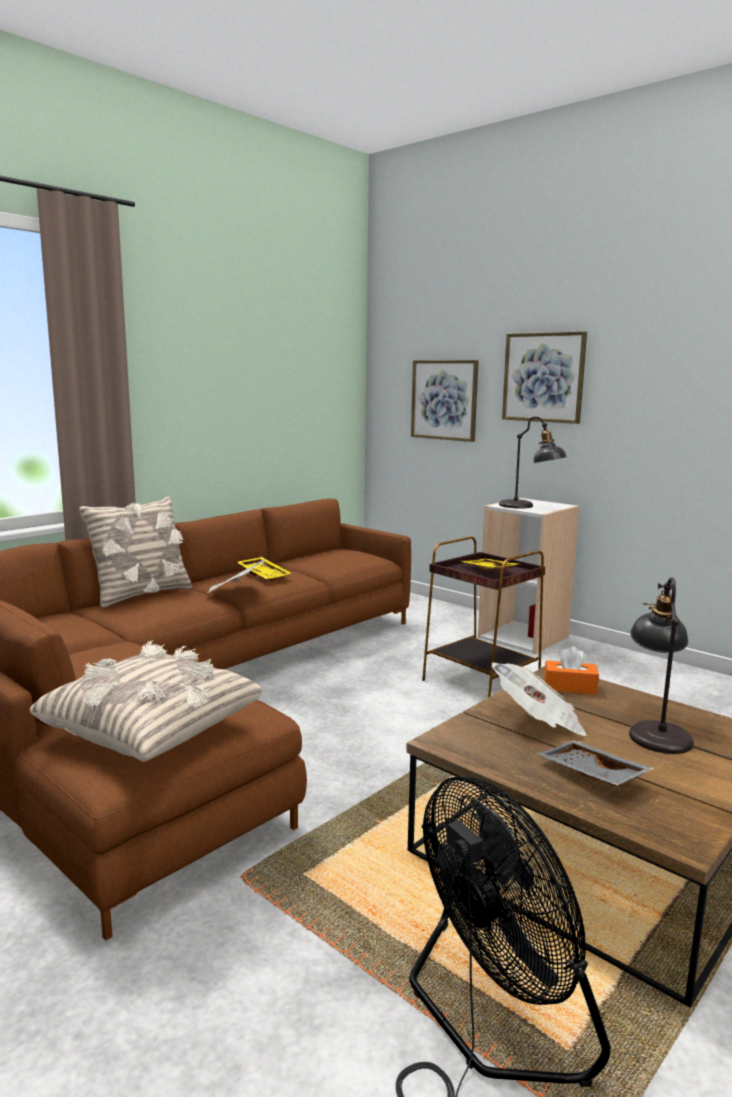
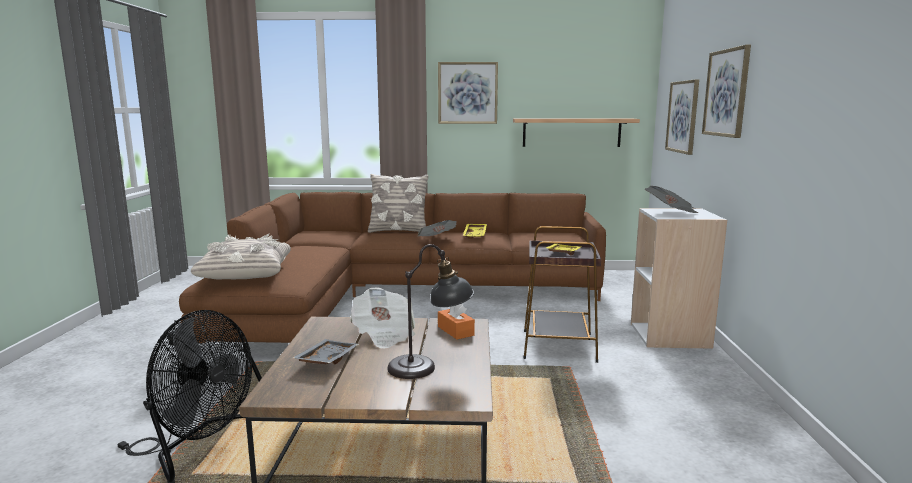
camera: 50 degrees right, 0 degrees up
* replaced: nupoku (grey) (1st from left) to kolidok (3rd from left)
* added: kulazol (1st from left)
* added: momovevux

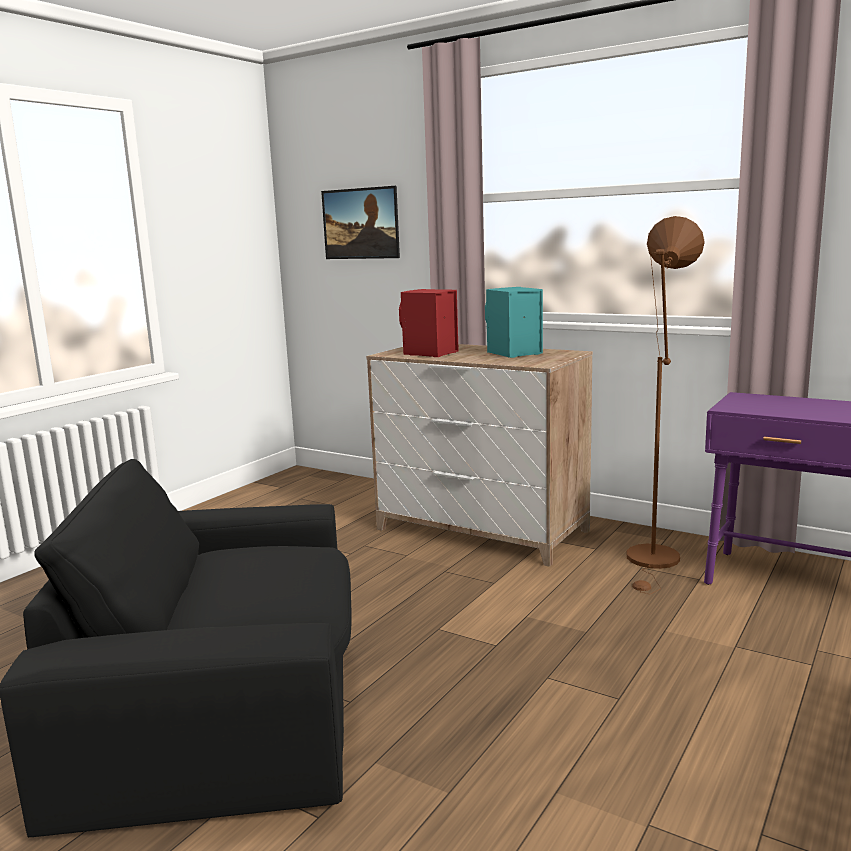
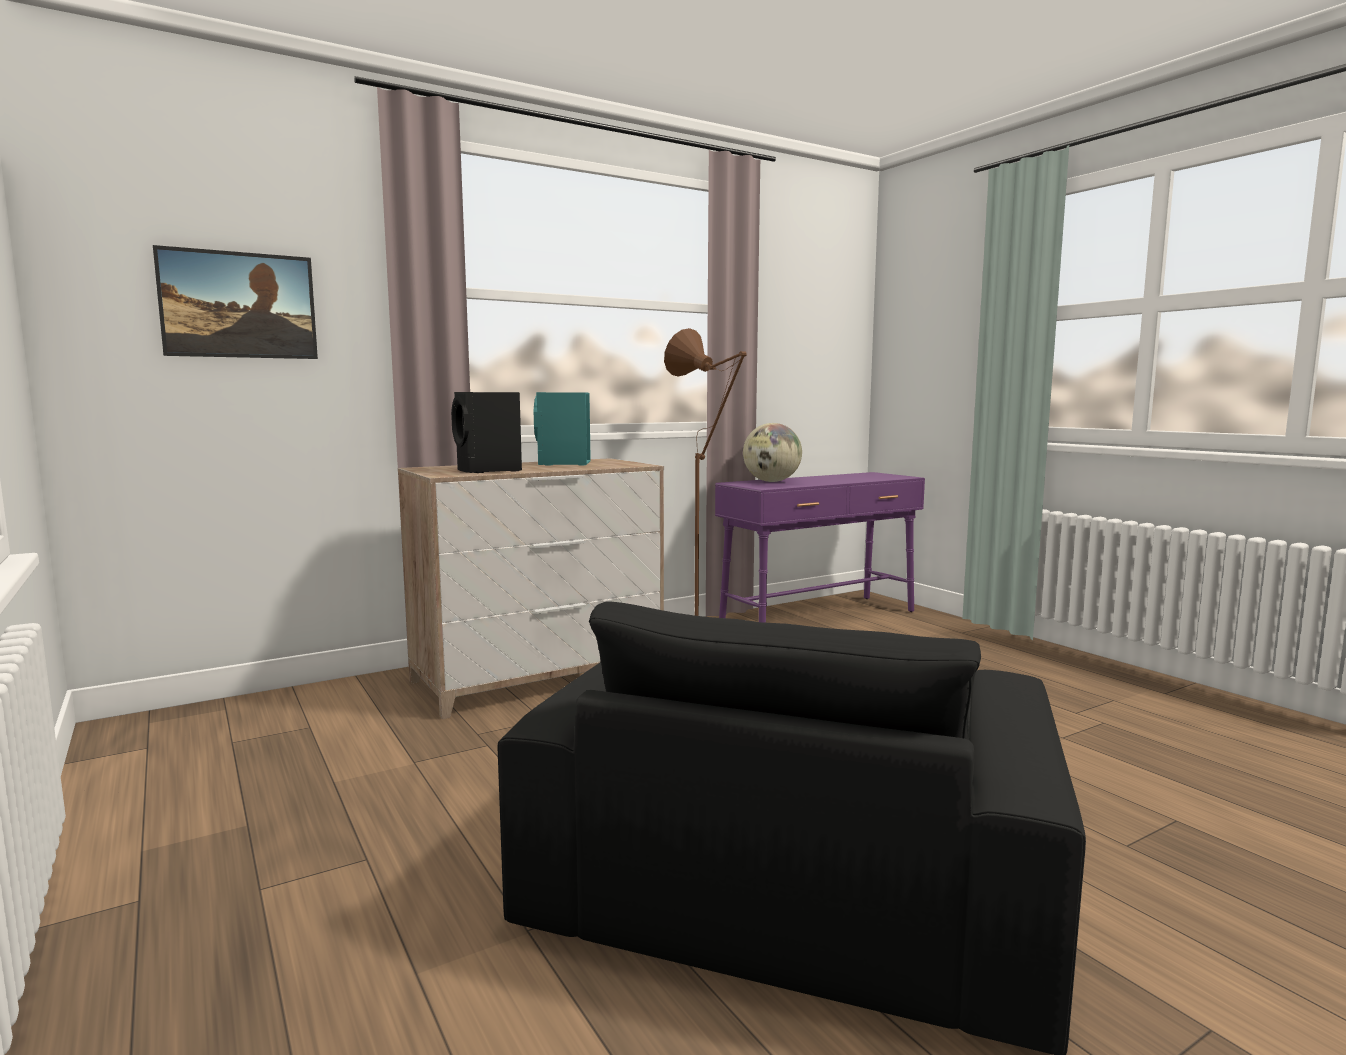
camera: 65 degrees left, 5 degrees down
* recoloured: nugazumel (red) to nugazumel (black)
* added: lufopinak

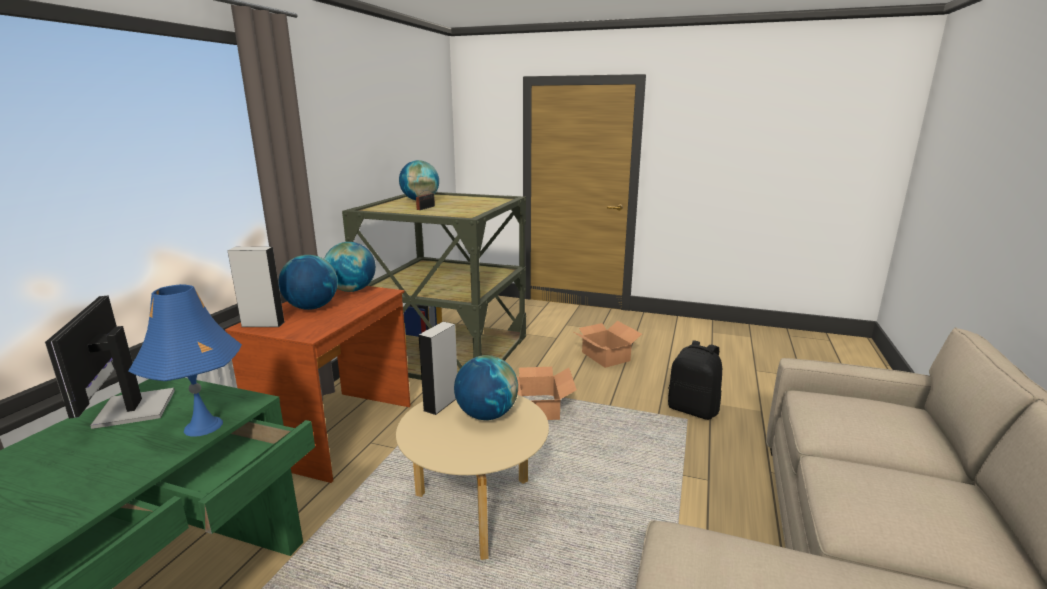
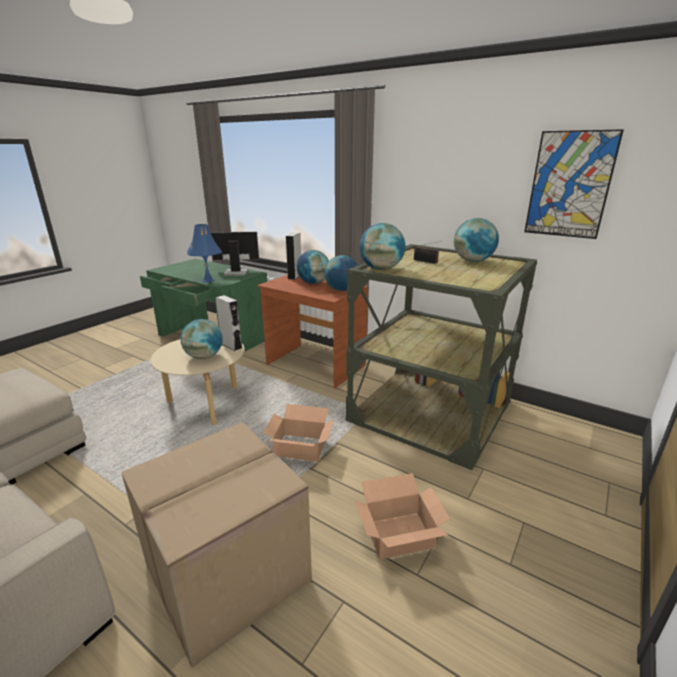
camera: 105 degrees right, 5 degrees up
* replaced: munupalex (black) to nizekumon (1st from left)
* added: lufopinak (4th from left)
* added: kulazol

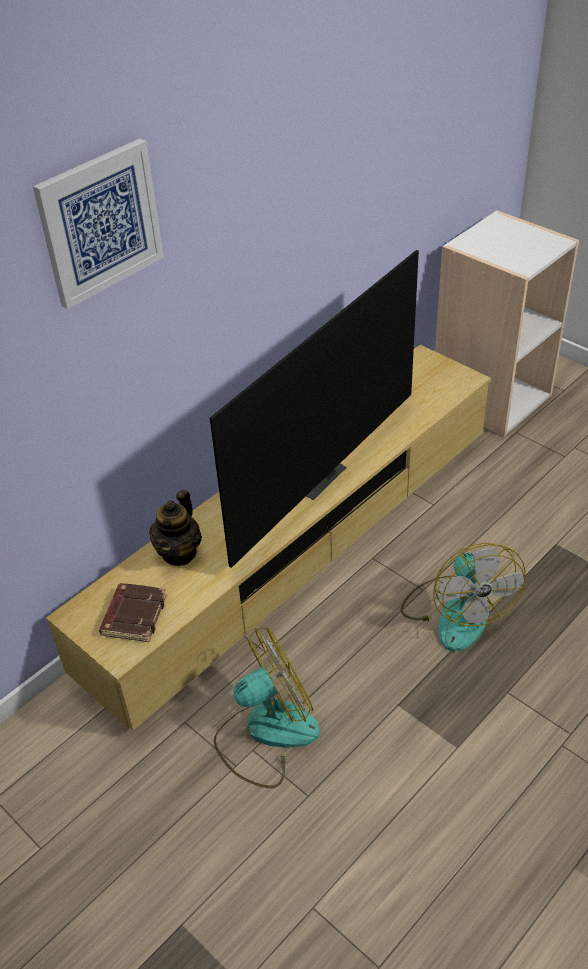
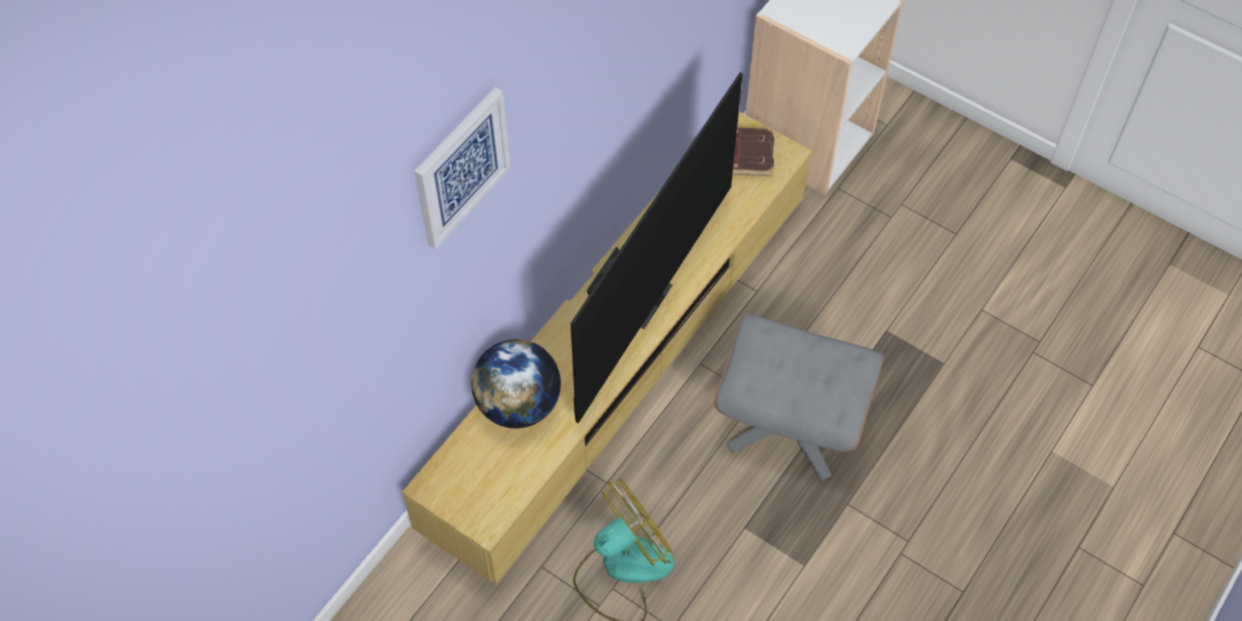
camera: 10 degrees left, 15 degrees up
* moved: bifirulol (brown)
* replaced: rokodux to lufopinak
* replaced: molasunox (2nd from left) to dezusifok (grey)

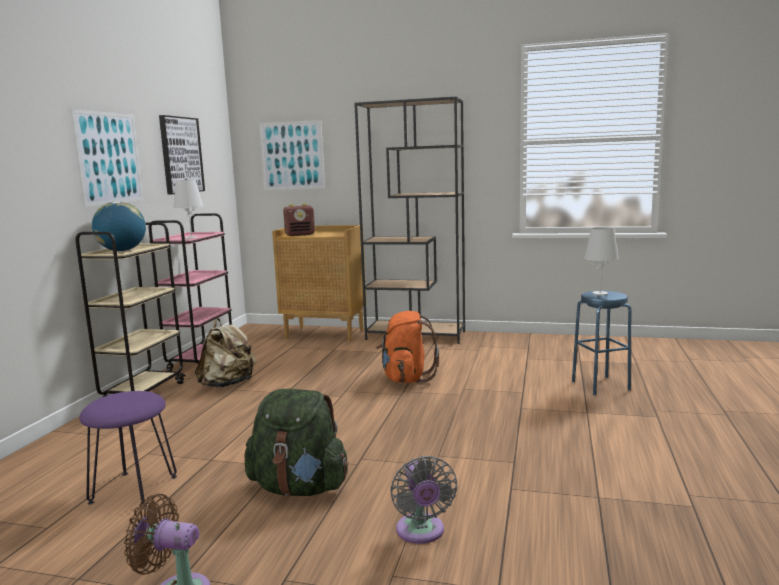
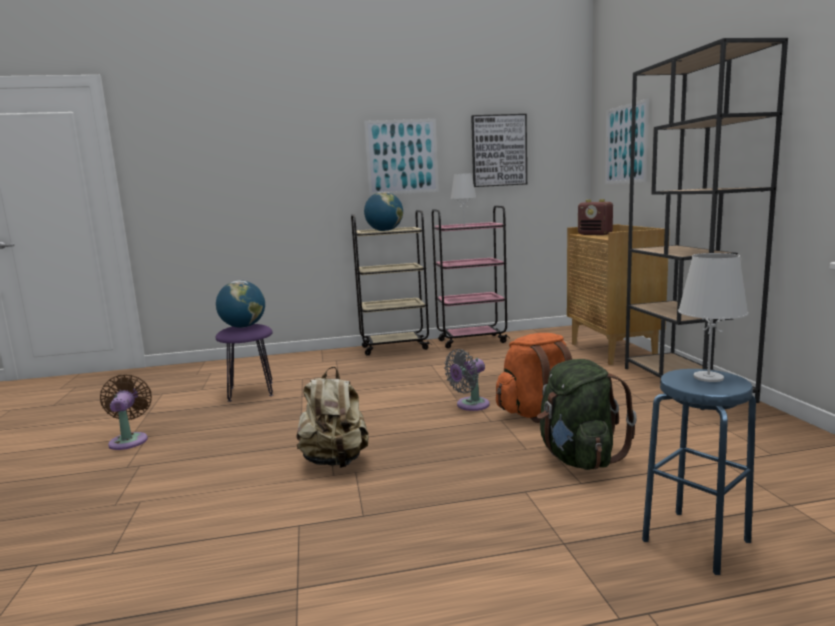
camera: 65 degrees right, 0 degrees up
* moved: munupalex (beige)
* moved: munupalex (green)
* moved: molasunox (grey)
* added: lufopinak (1st from left)

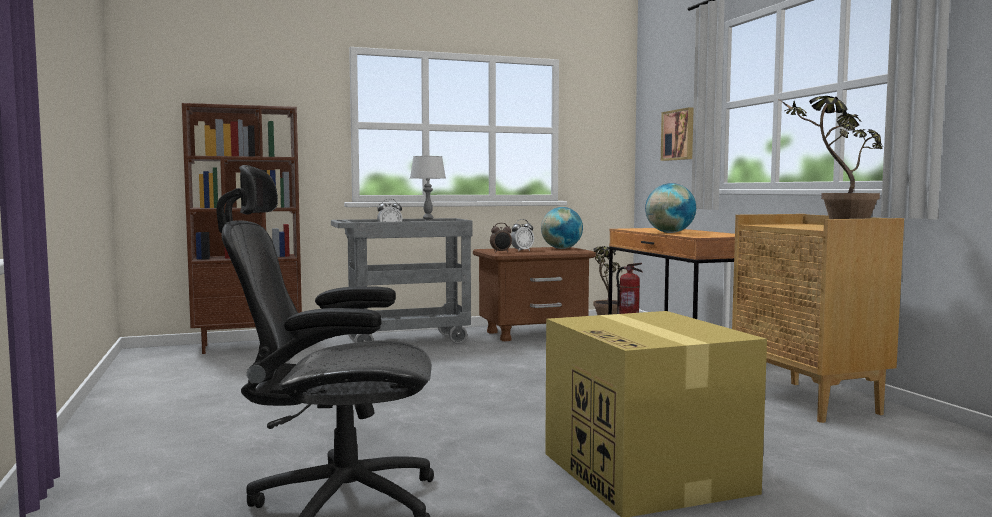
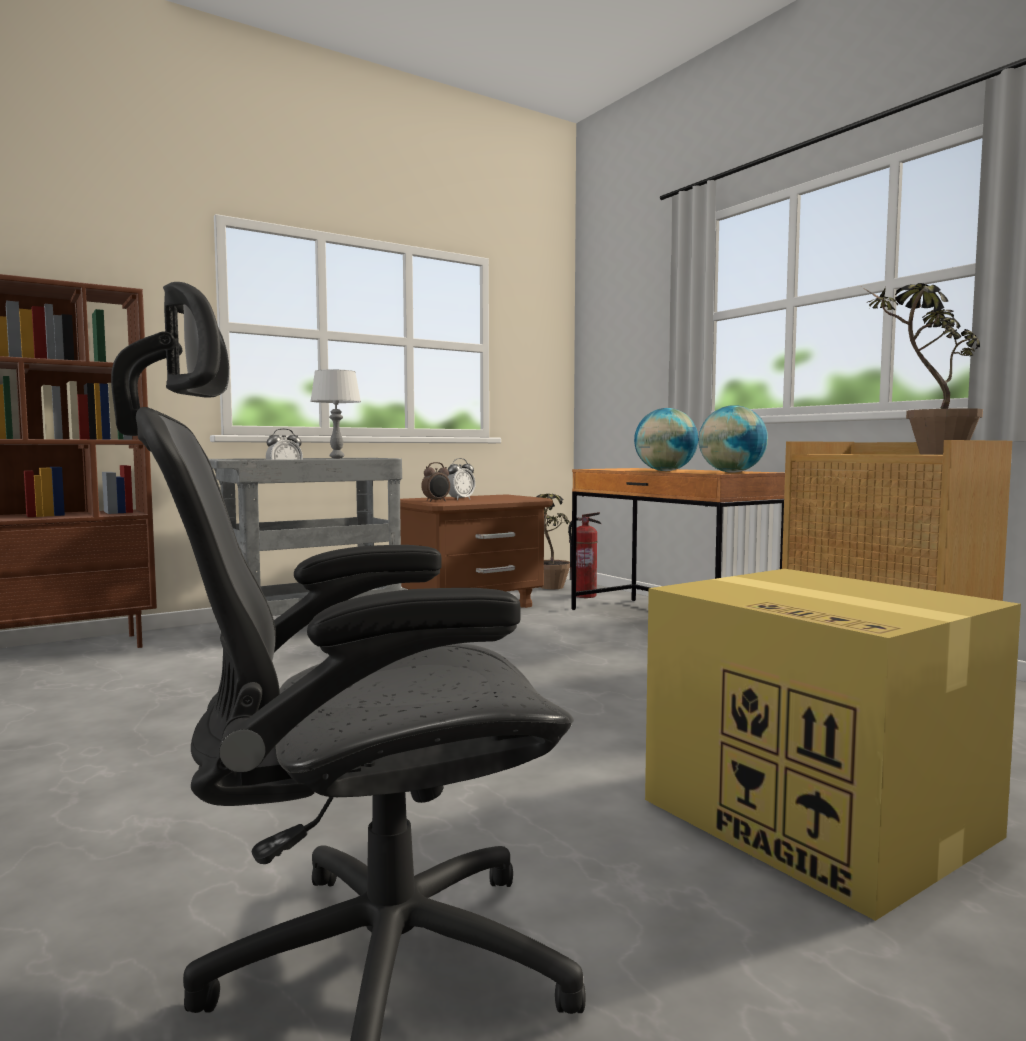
camera: 15 degrees left, 0 degrees up
* moved: lufopinak (1st from left in the first image) to lufopinak (2nd from left)
* removed: kulazol

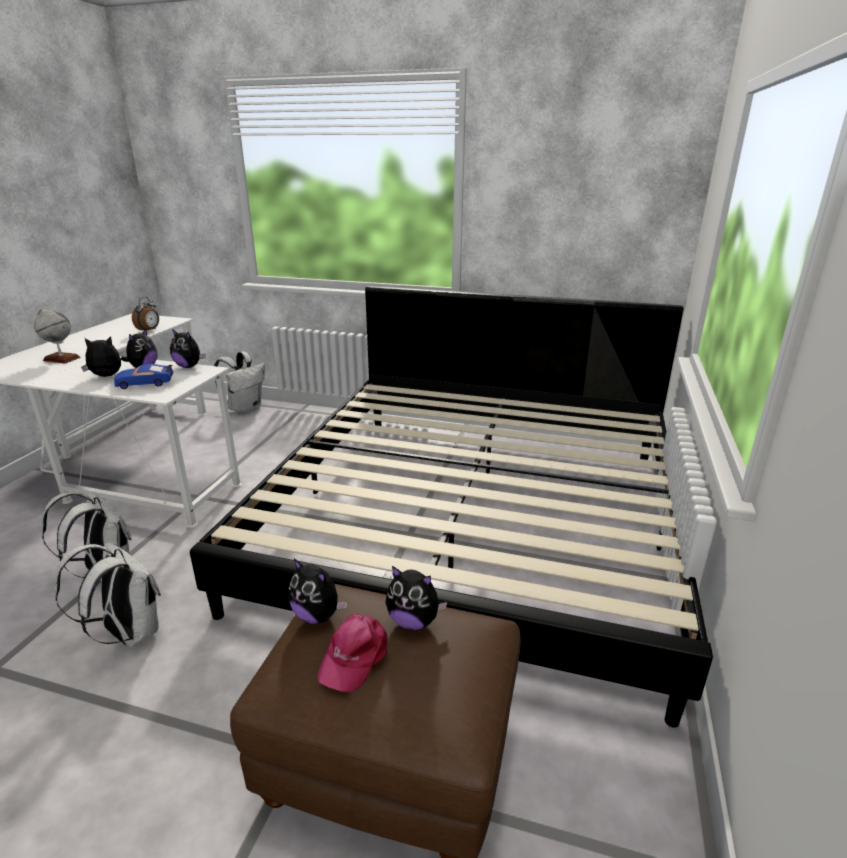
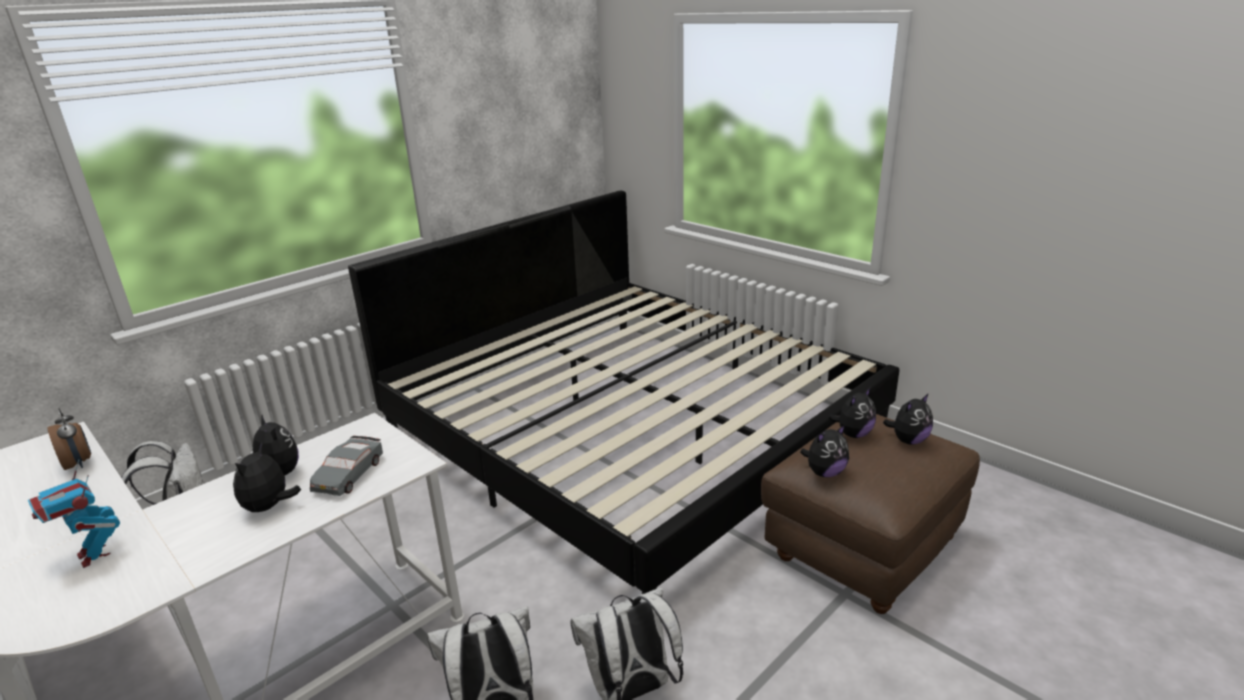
camera: 60 degrees left, 0 degrees up
* replaced: lufopinak to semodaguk
* recoloured: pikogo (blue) to pikogo (grey)
* moved: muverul (3rd from left in the first image) to muverul (5th from left)
* removed: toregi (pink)

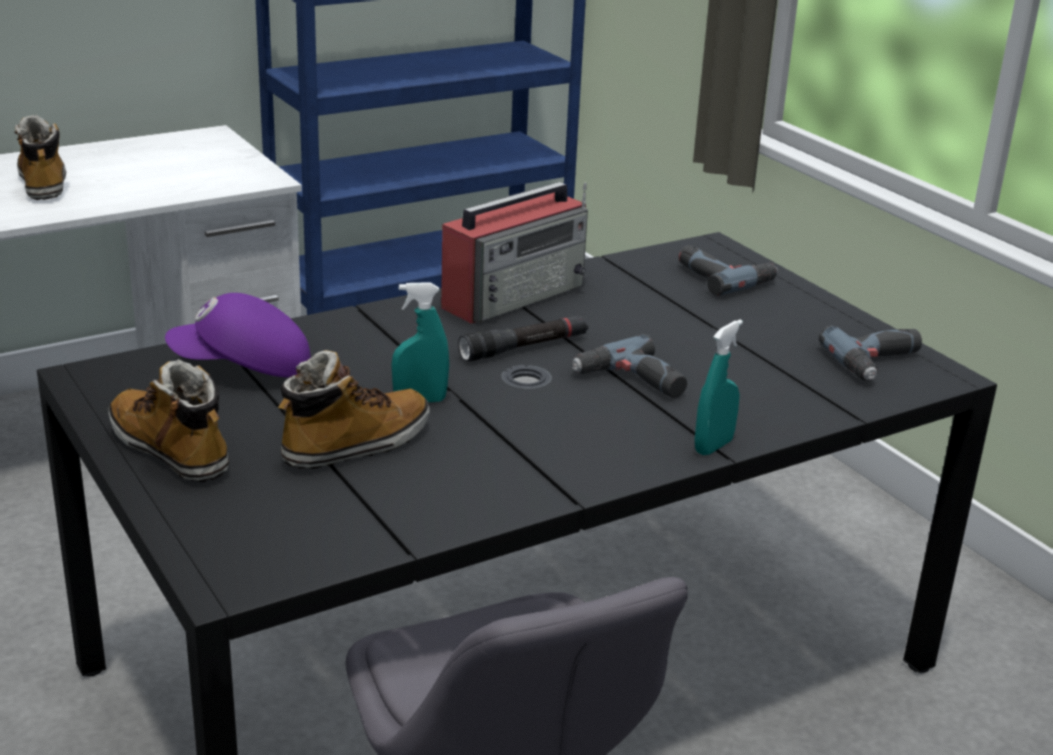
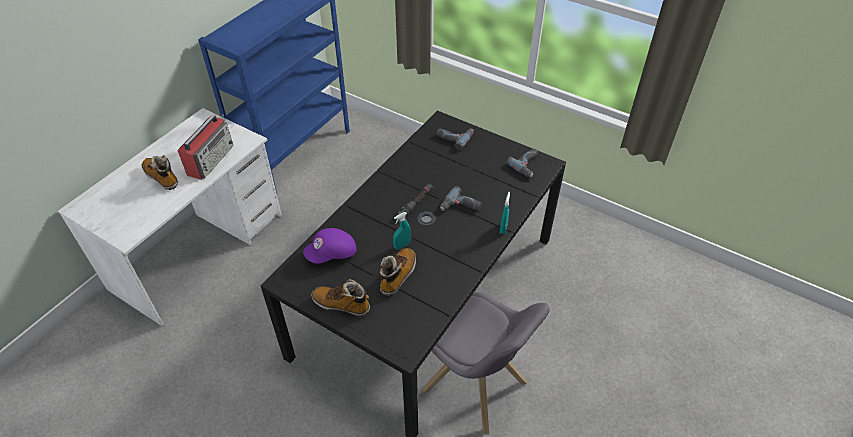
camera: 25 degrees left, 20 degrees up
* moved: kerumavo

